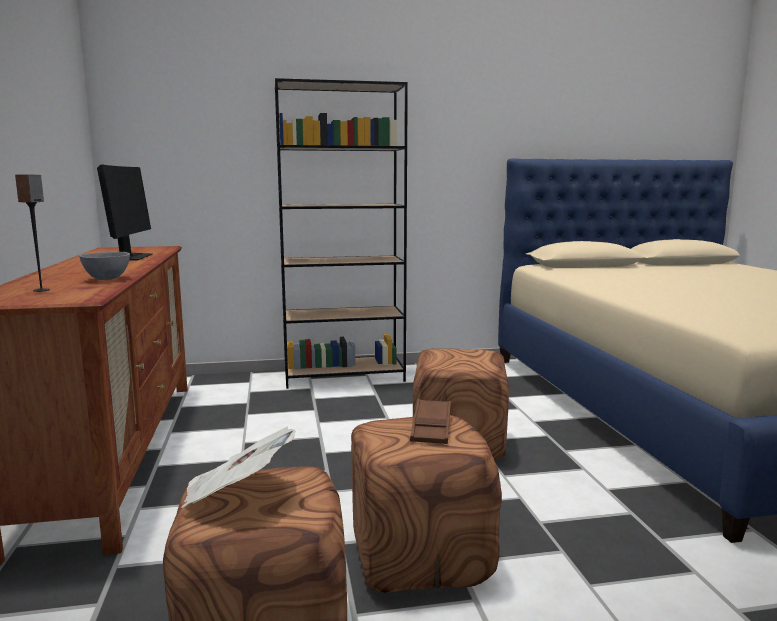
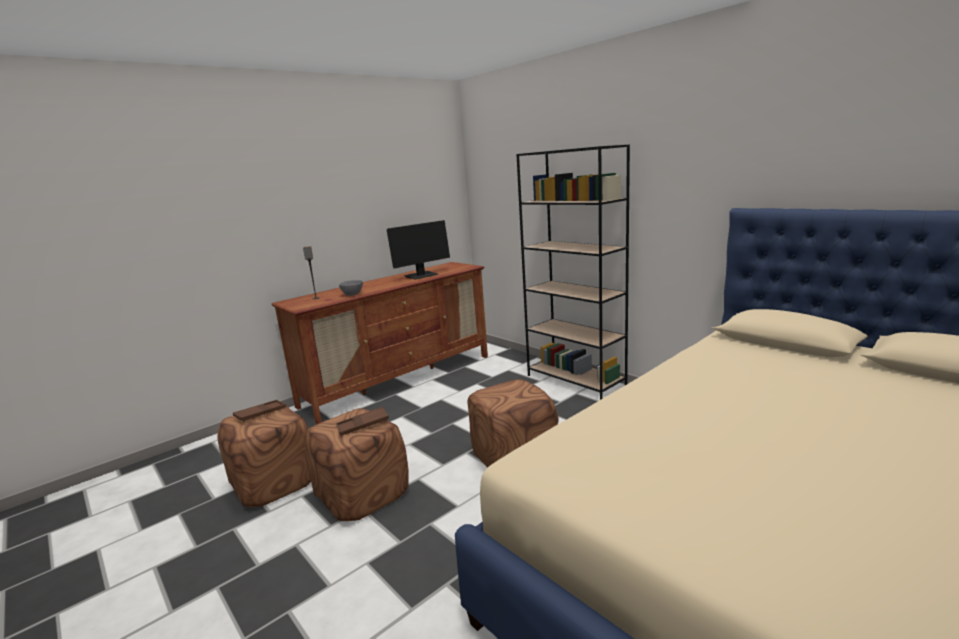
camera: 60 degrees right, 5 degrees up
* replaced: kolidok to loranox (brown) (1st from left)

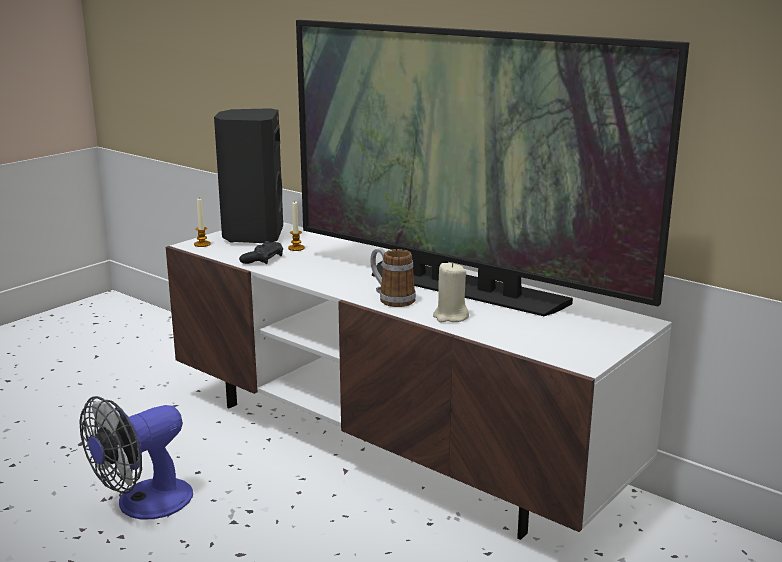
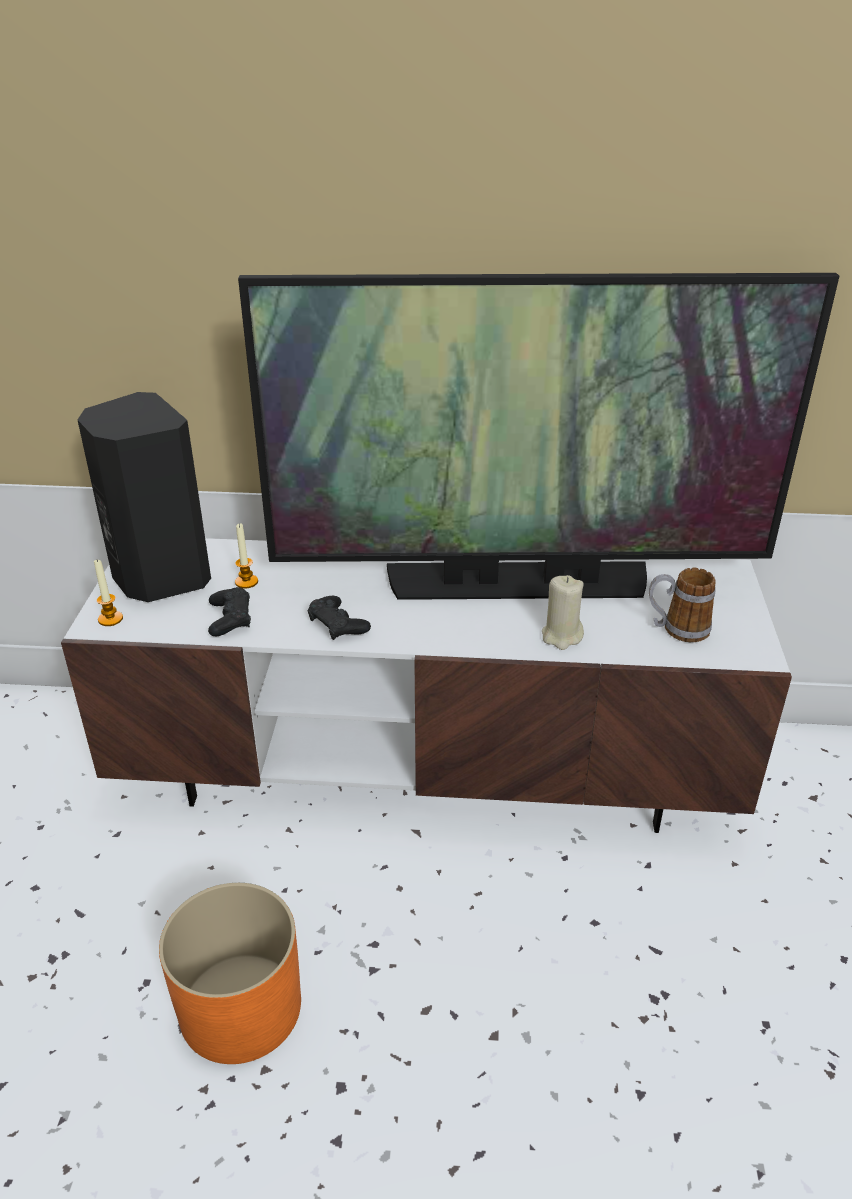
camera: 35 degrees left, 15 degrees up
* replaced: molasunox to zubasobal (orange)
* moved: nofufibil
* added: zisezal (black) (2nd from left)

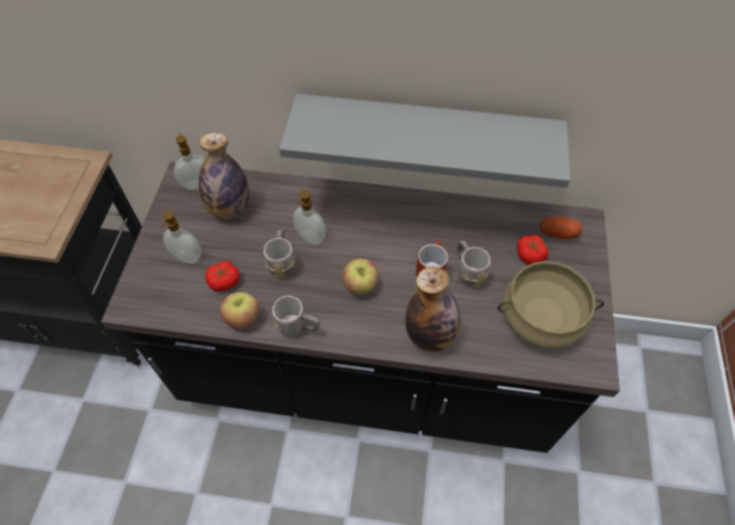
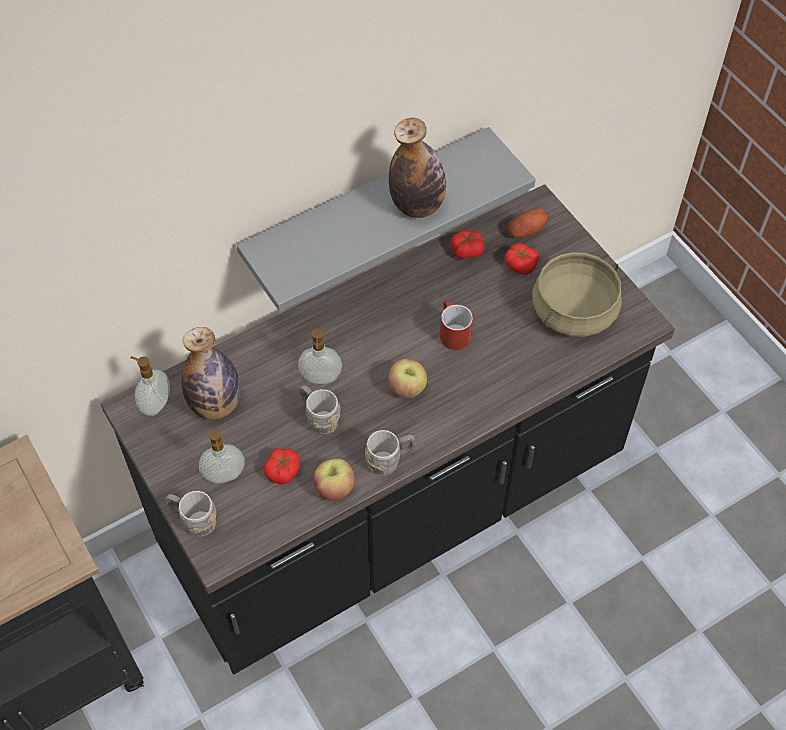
camera: 40 degrees left, 0 degrees up
* moved: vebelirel (2nd from left)
* moved: nofufibil (grey) (3rd from left in the first image) to nofufibil (grey) (1st from left)
* added: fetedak (2nd from left)

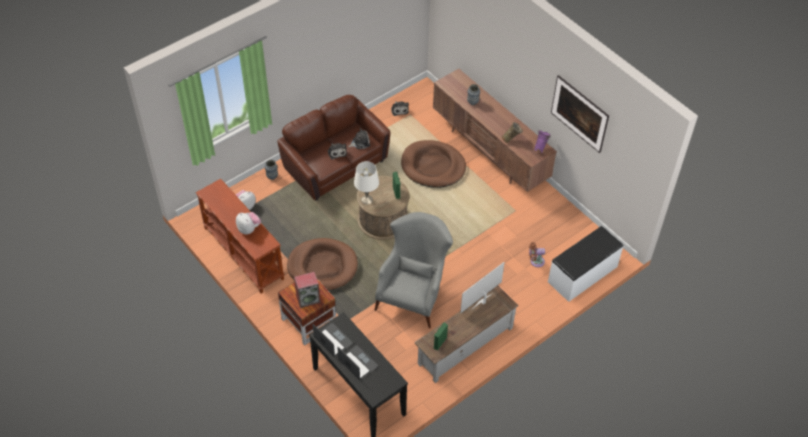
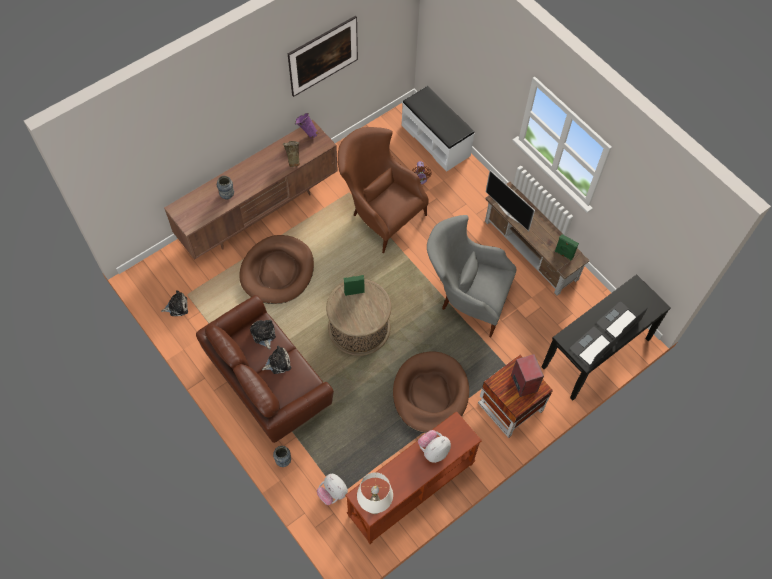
camera: 90 degrees left, 10 degrees up
* moved: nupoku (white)
* added: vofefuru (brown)

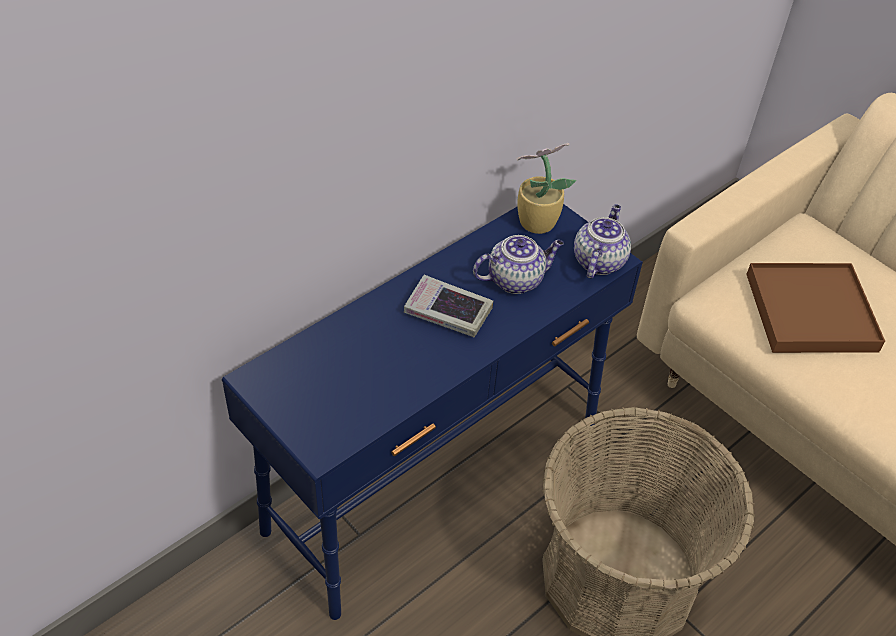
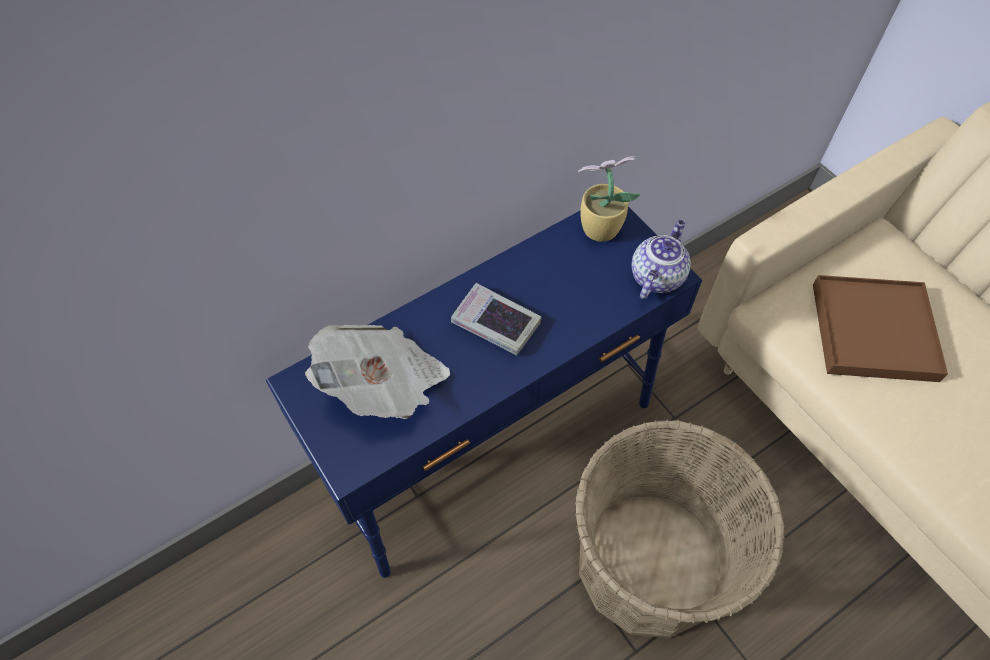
camera: 10 degrees right, 10 degrees up
* removed: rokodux (1st from left)
* added: kolidok

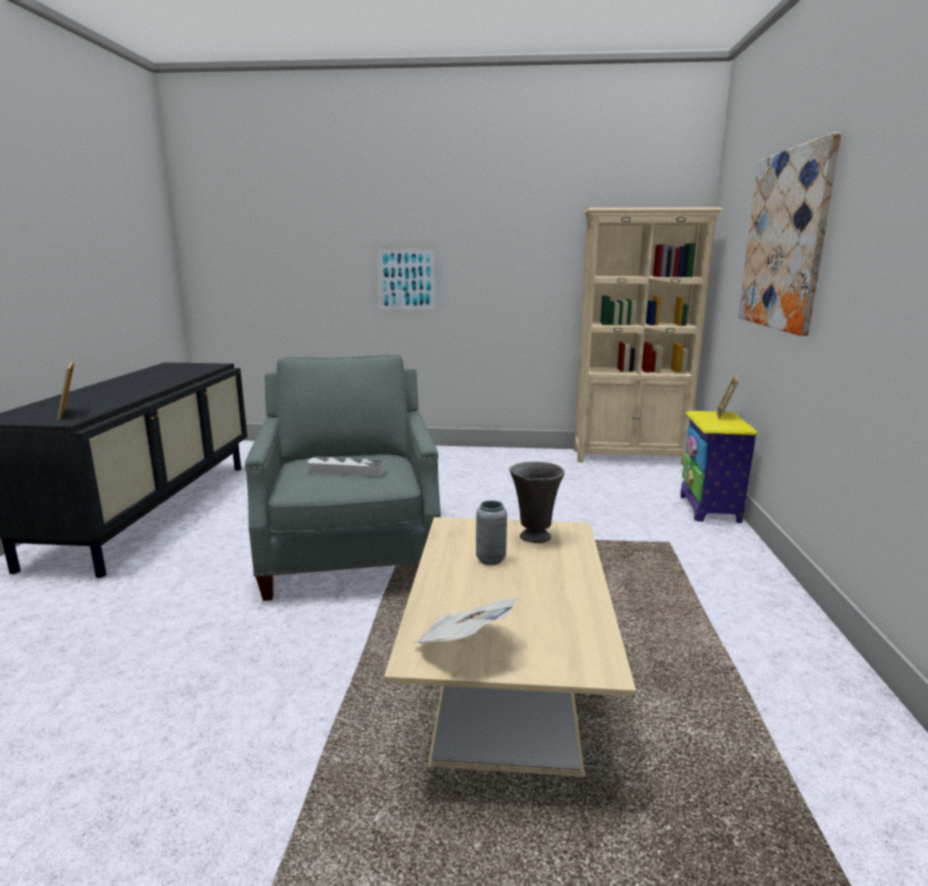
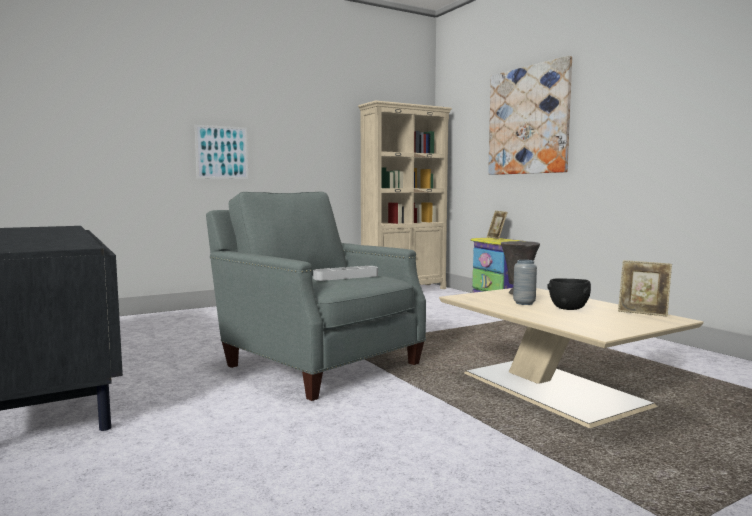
camera: 35 degrees left, 10 degrees down
* moved: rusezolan (1st from left in the first image) to rusezolan (2nd from left)
* removed: kolidok
* added: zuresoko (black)

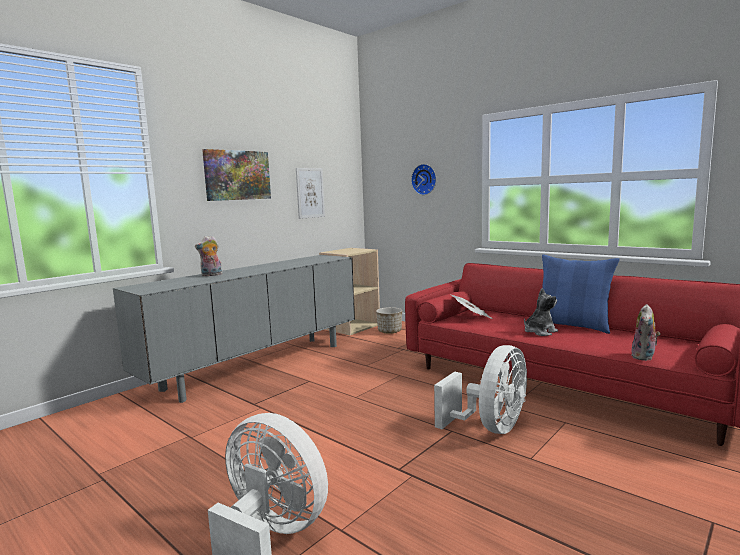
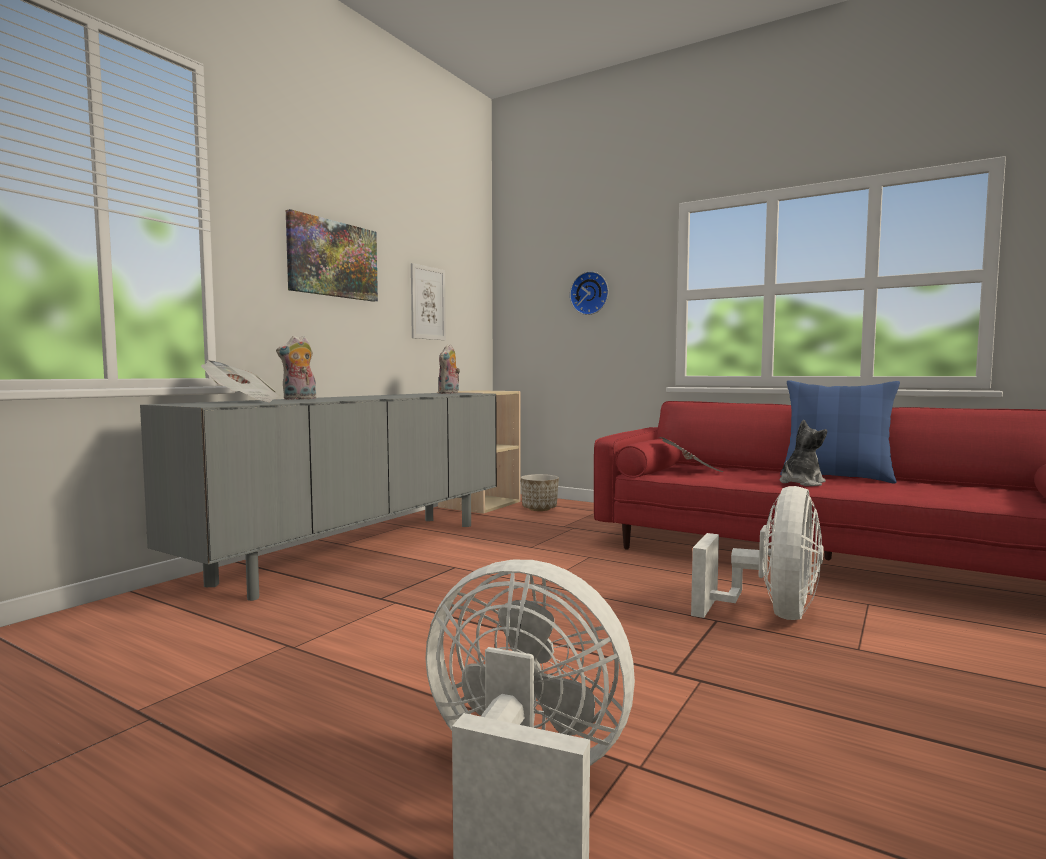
camera: 10 degrees left, 5 degrees down
* moved: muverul (3rd from left in the first image) to muverul (2nd from left)
* added: kolidok (1st from left)

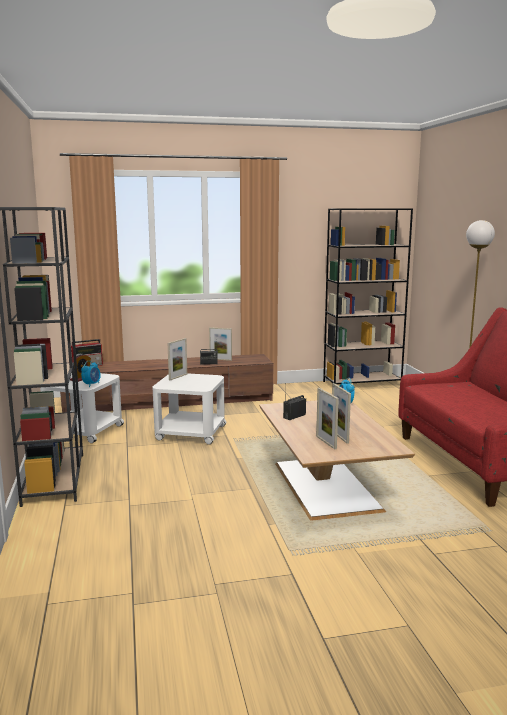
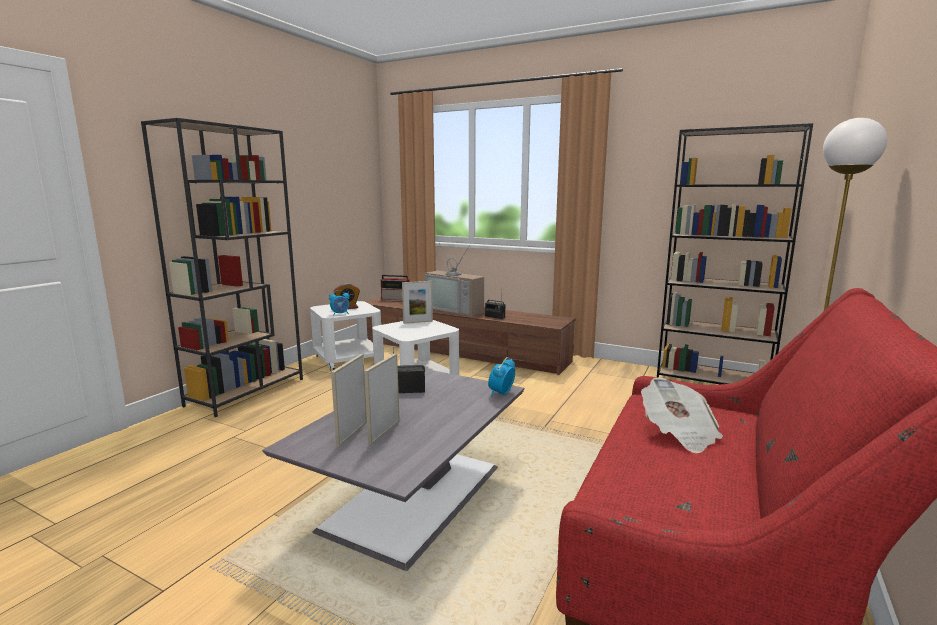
camera: 40 degrees right, 0 degrees up
* removed: rusezolan (2nd from left)
* recoloured: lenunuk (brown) to lenunuk (grey)
* added: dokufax
* added: kolidok

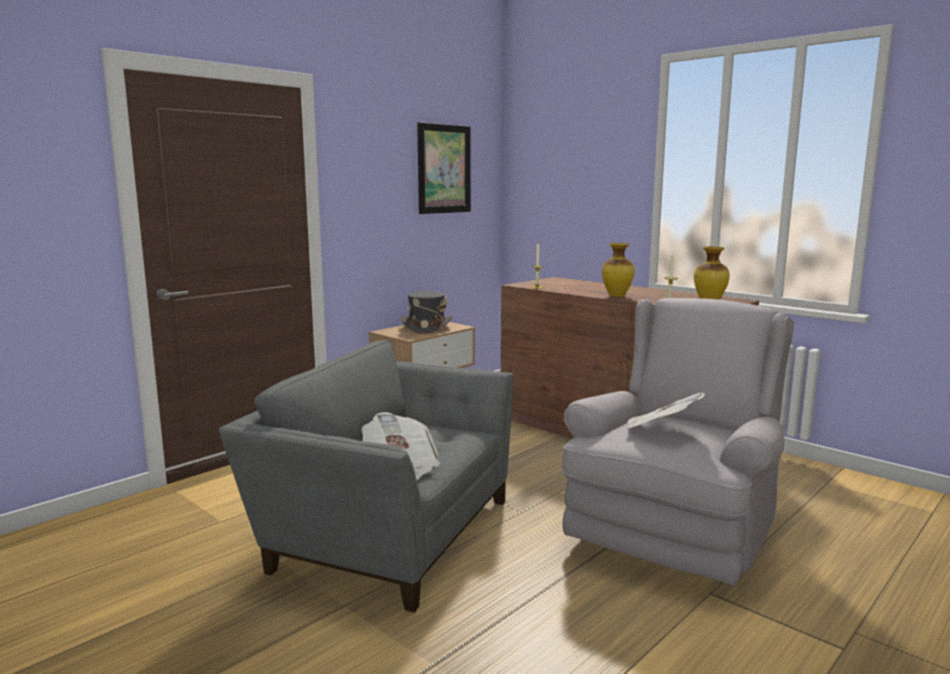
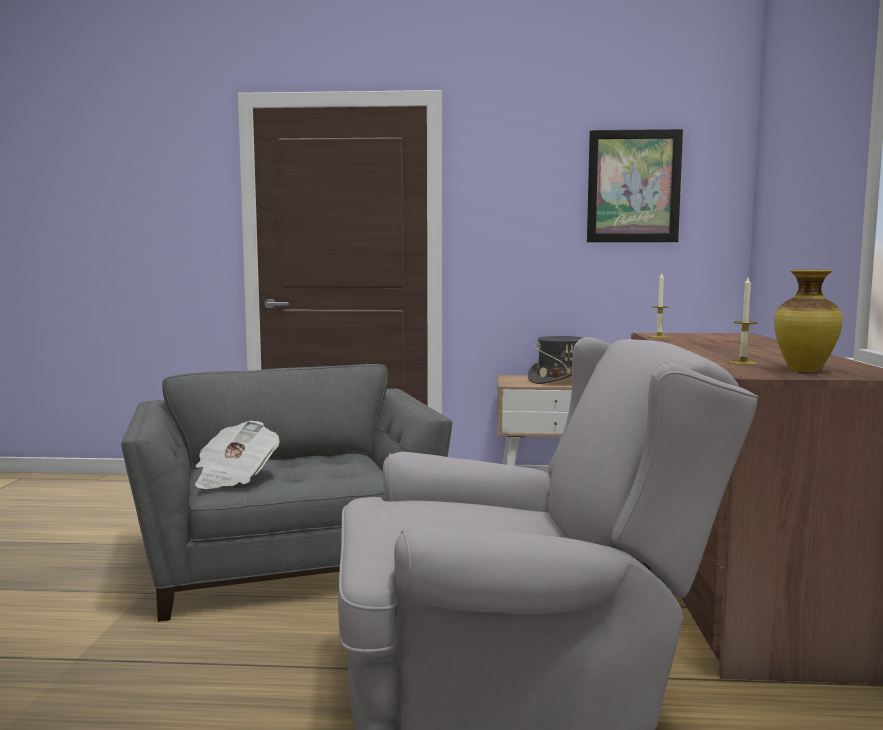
camera: 50 degrees right, 5 degrees down
* removed: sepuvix (1st from left)
* removed: kolidok (2nd from left)

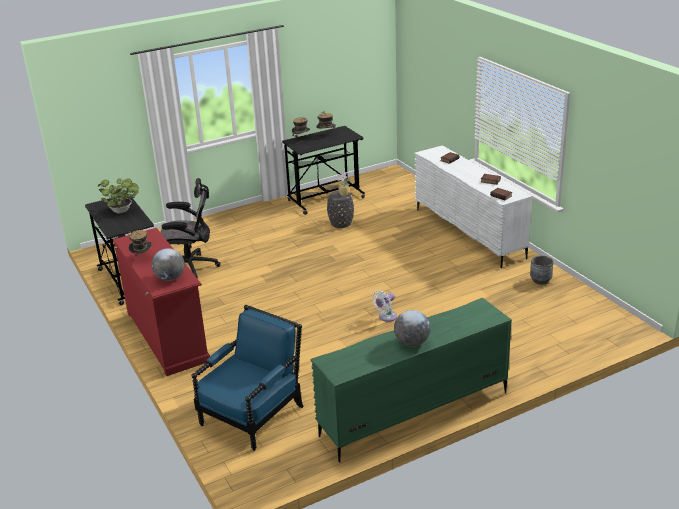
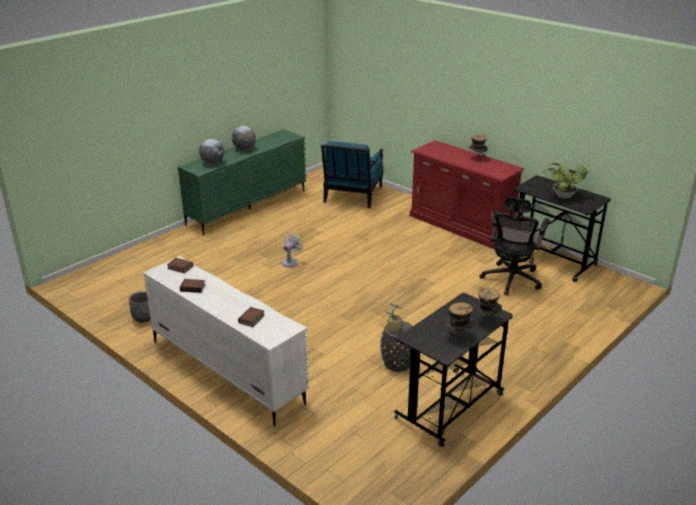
camera: 160 degrees right, 0 degrees up
* moved: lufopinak (1st from left)
* turned: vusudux 45 degrees counterclockwise

